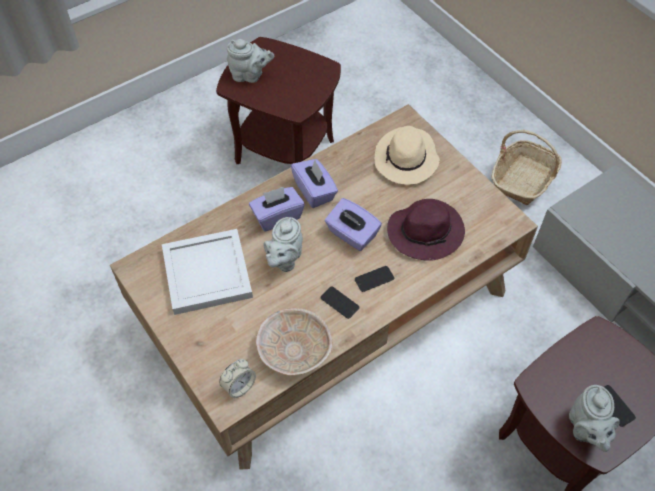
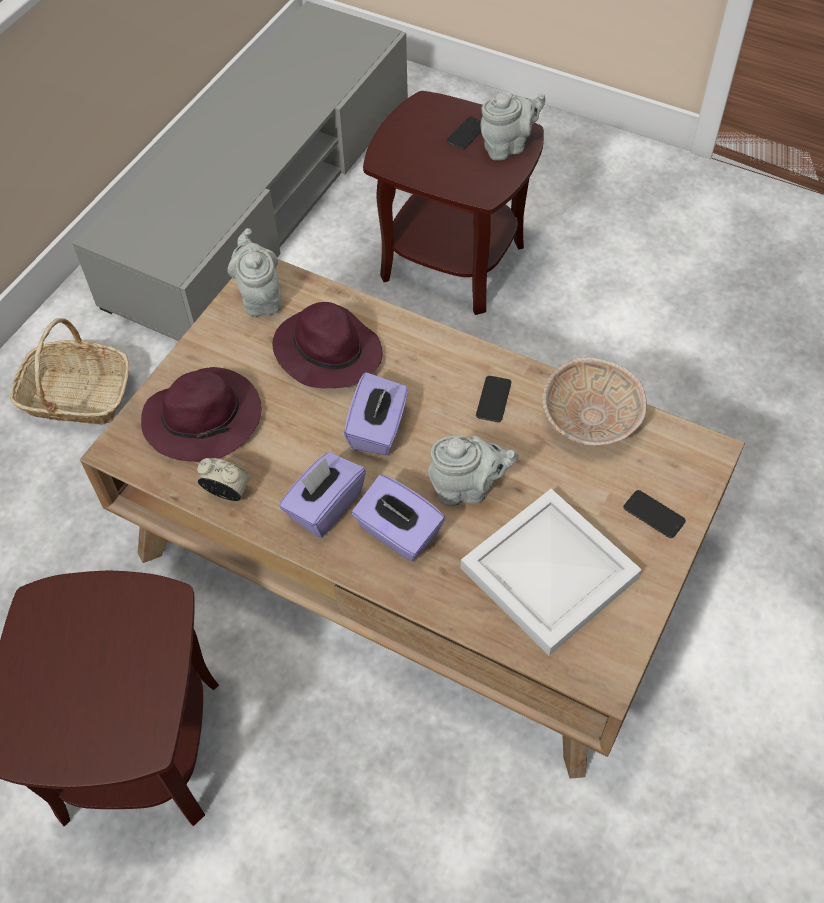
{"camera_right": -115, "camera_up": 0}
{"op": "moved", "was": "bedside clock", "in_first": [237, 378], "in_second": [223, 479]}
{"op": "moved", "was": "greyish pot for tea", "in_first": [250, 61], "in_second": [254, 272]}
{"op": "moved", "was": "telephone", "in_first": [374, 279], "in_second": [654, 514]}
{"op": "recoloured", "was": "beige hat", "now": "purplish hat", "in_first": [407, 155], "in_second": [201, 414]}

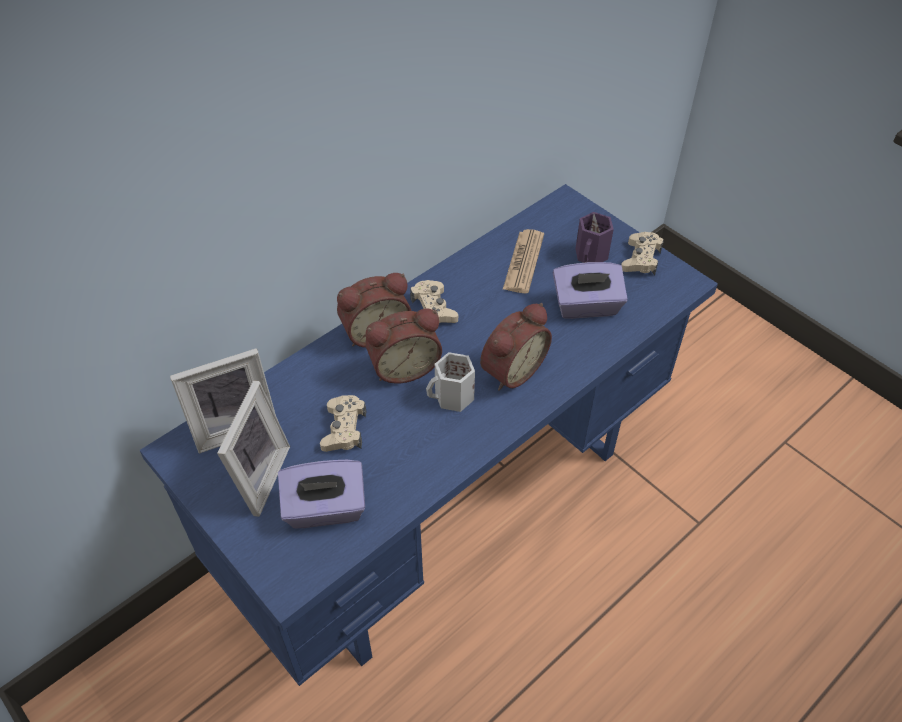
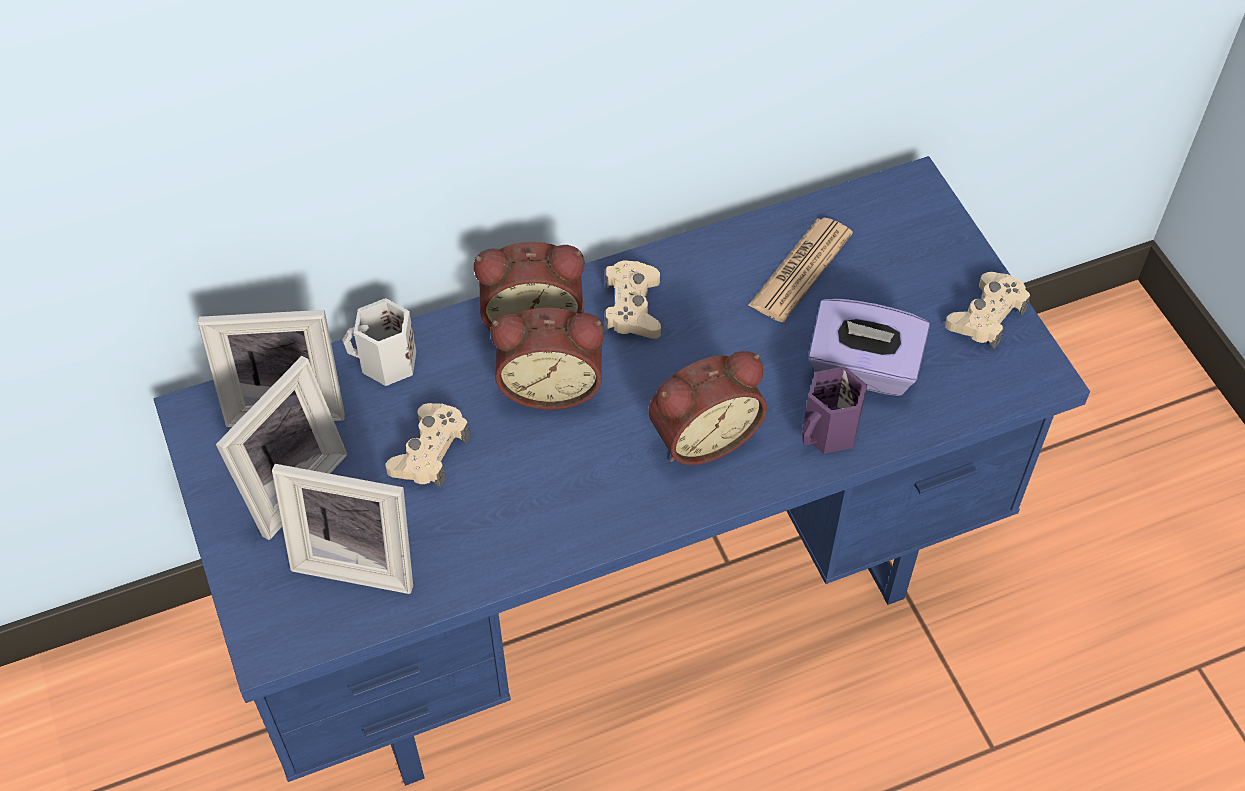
{"camera_right": 20, "camera_up": 5}
{"op": "moved", "was": "white tea mug", "in_first": [450, 382], "in_second": [379, 342]}
{"op": "moved", "was": "purplish tea mug", "in_first": [594, 237], "in_second": [834, 410]}
{"op": "replaced", "was": "purplish box of tissues", "now": "photo frame", "in_first": [321, 494], "in_second": [342, 529]}

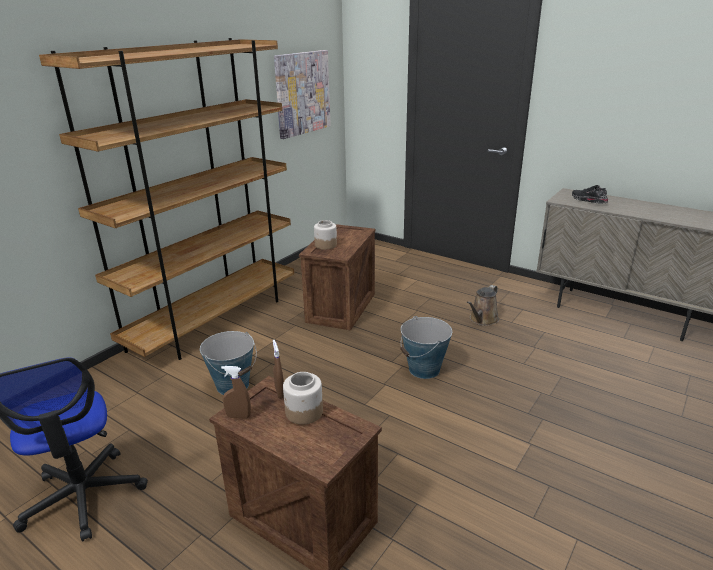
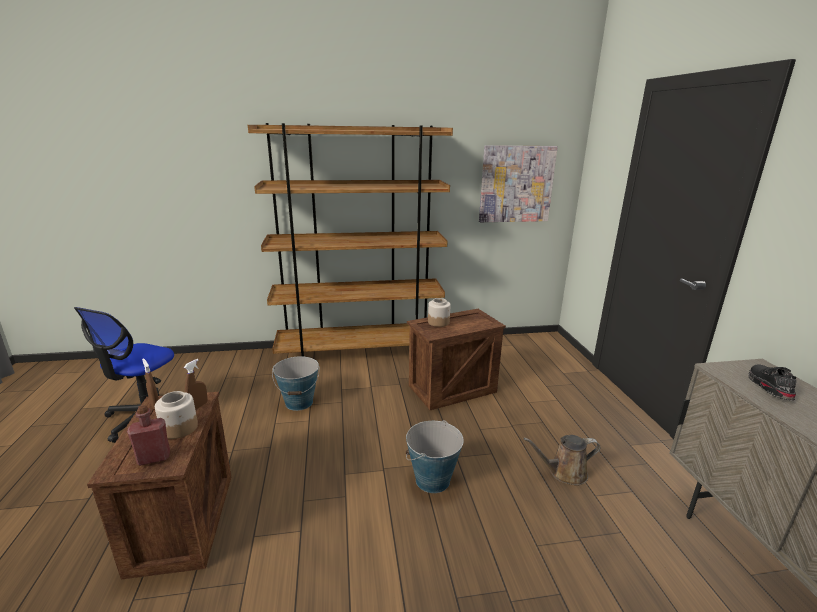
{"camera_right": 45, "camera_up": -5}
{"op": "added", "now": "reddish drink bottle", "in_second": [148, 435]}

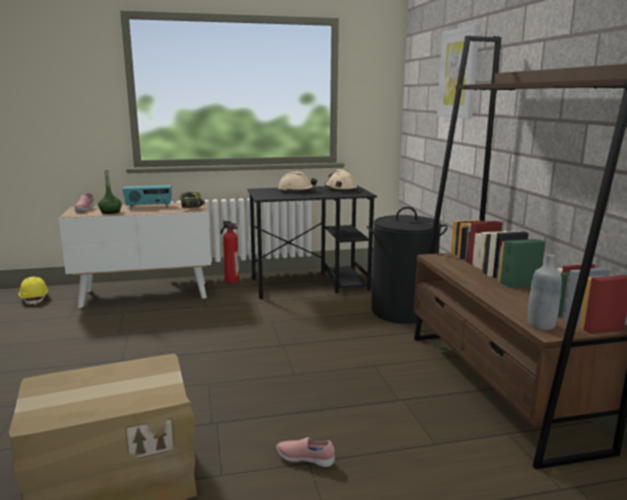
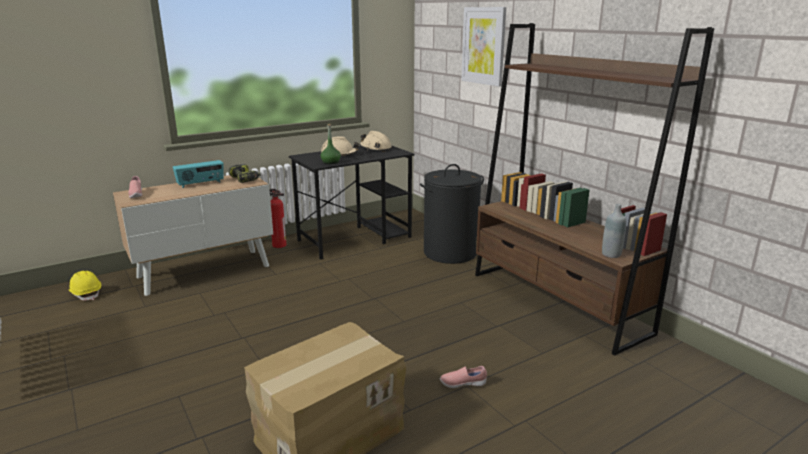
{"camera_right": -20, "camera_up": 5}
{"op": "moved", "was": "green drink bottle", "in_first": [110, 192], "in_second": [330, 144]}

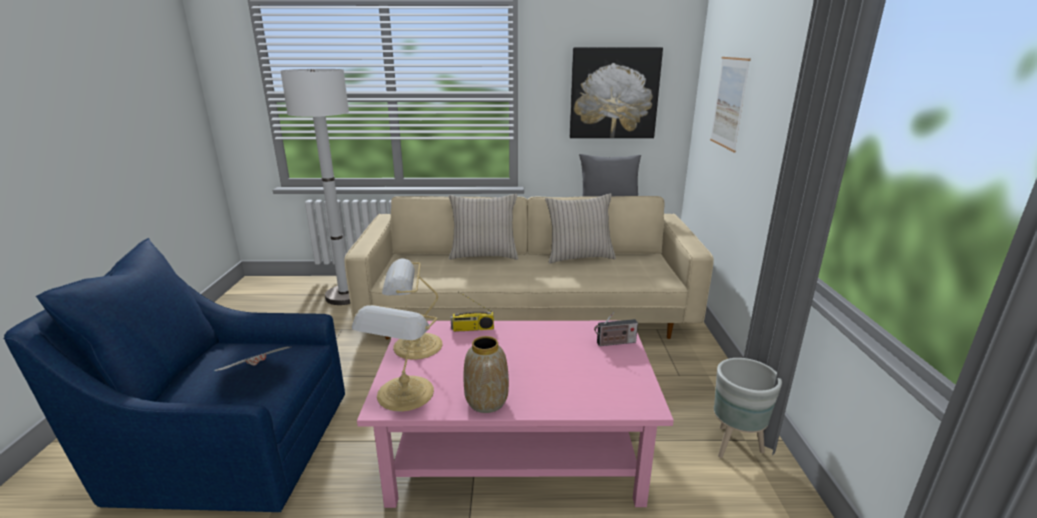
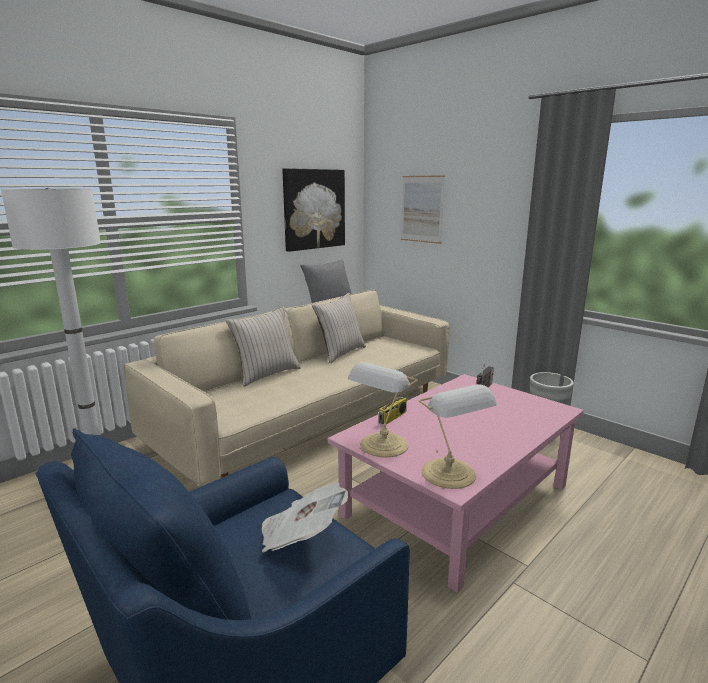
{"camera_right": -45, "camera_up": -5}
{"op": "removed", "was": "decorative vase", "in_first": [486, 374]}

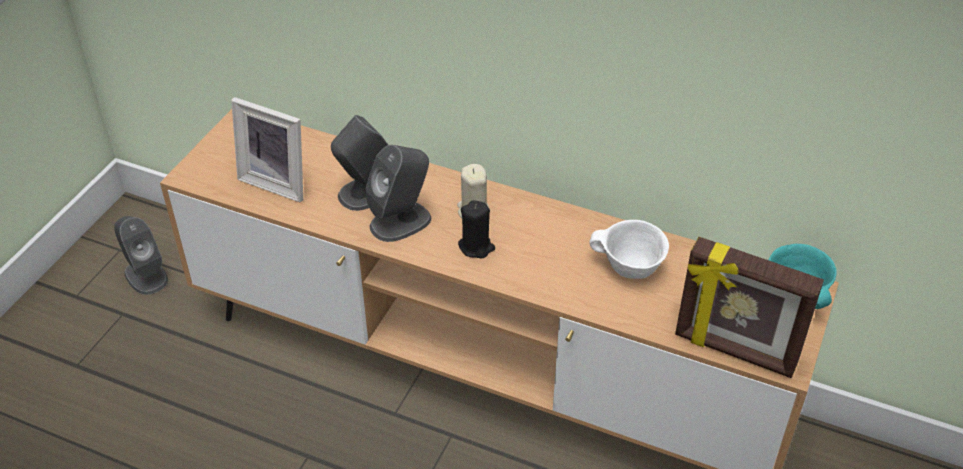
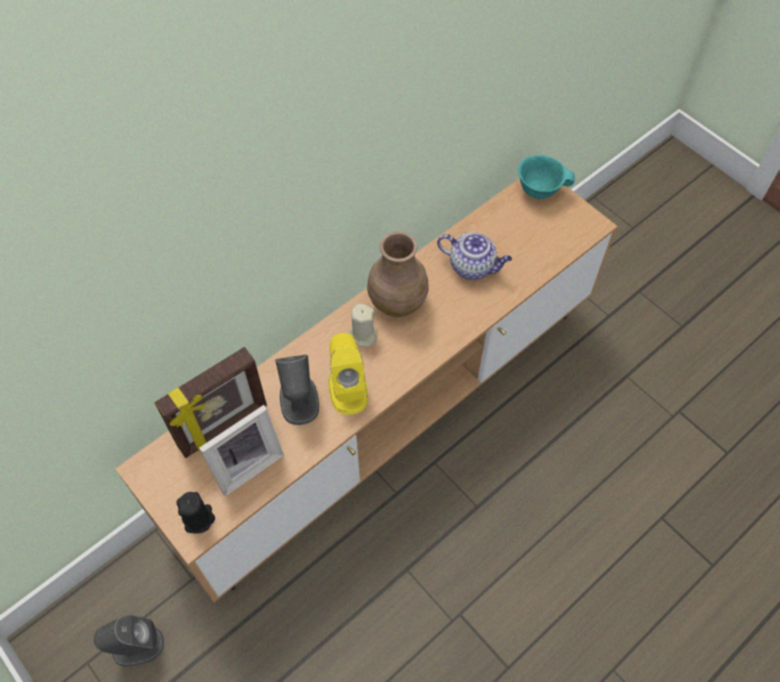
{"camera_right": -65, "camera_up": 15}
{"op": "added", "now": "brown-coloured decorative vase", "in_second": [398, 274]}
{"op": "moved", "was": "black-coloured wax candle", "in_first": [476, 229], "in_second": [195, 512]}
{"op": "moved", "was": "photo frame", "in_first": [749, 307], "in_second": [211, 402]}
{"op": "replaced", "was": "white deep dish", "now": "pot for tea", "in_first": [629, 249], "in_second": [474, 256]}
{"op": "recoloured", "was": "greyish speaker", "now": "yellowish speaker", "in_first": [398, 193], "in_second": [348, 374]}

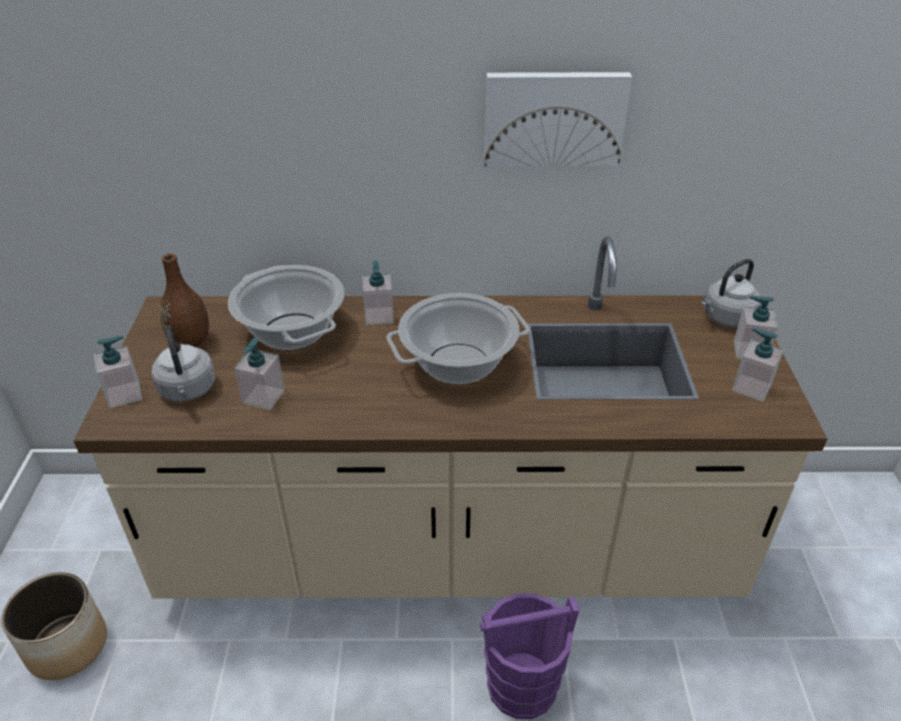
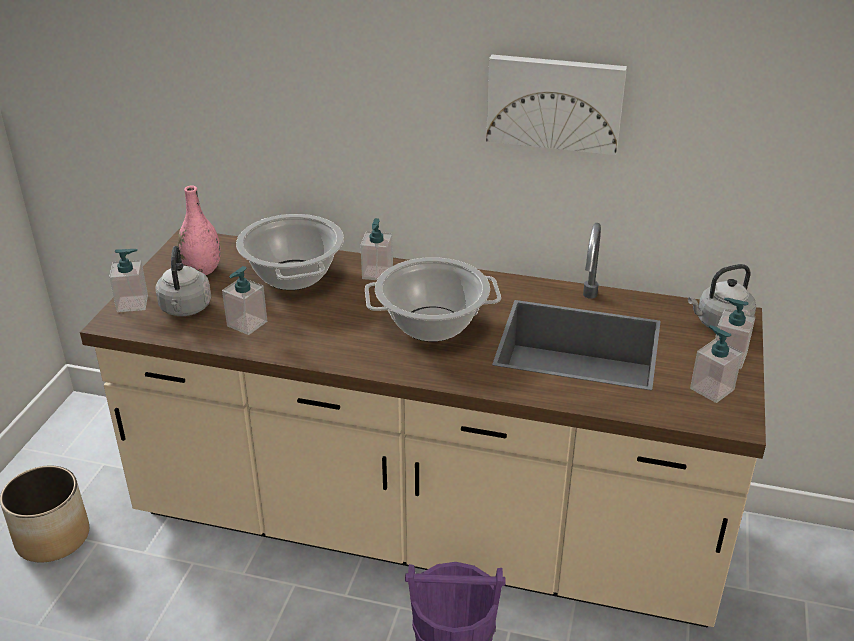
{"camera_right": 15, "camera_up": -5}
{"op": "recoloured", "was": "brown-coloured decorative vase", "now": "pink-coloured decorative vase", "in_first": [184, 300], "in_second": [199, 230]}

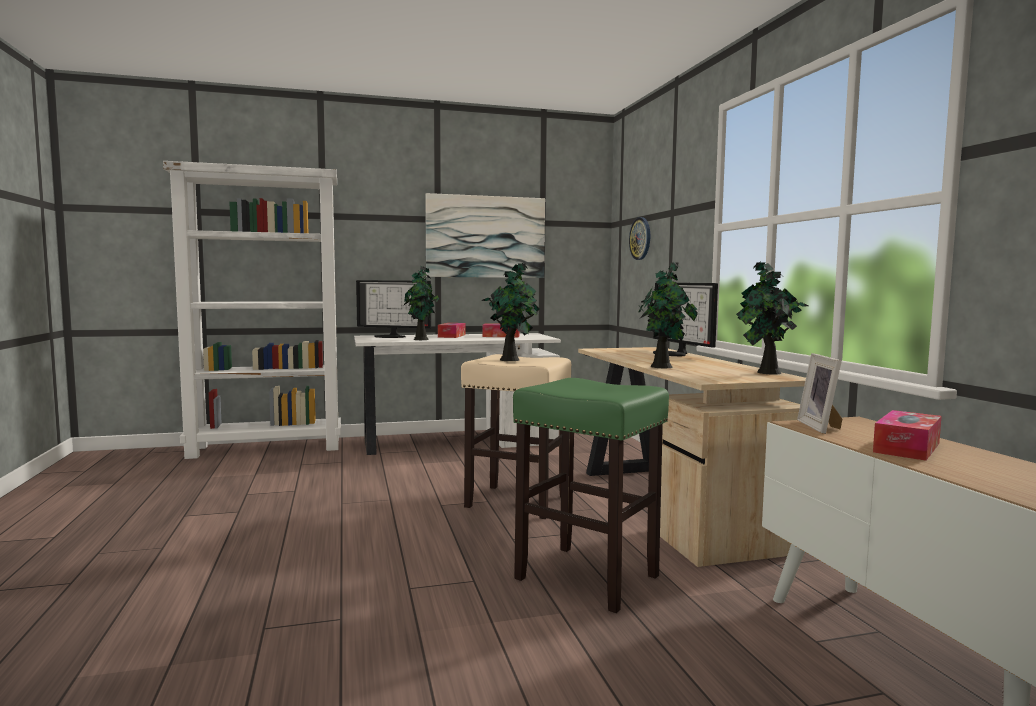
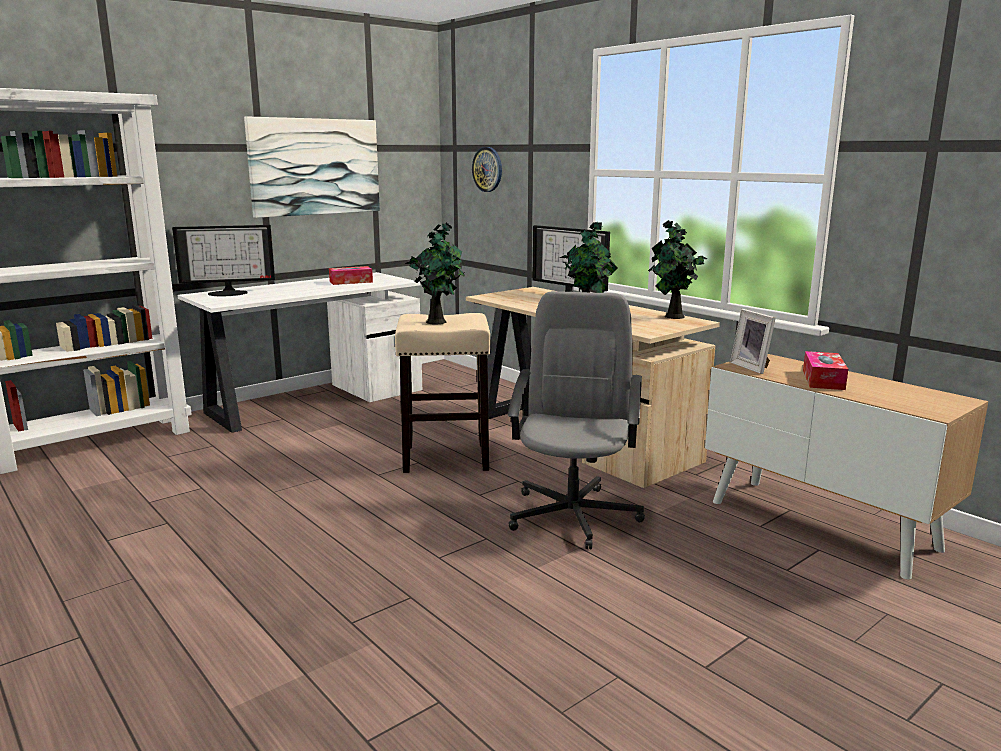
{"camera_right": -25, "camera_up": 10}
{"op": "removed", "was": "plant in a pot", "in_first": [421, 303]}
{"op": "removed", "was": "box of tissues", "in_first": [452, 330]}
{"op": "replaced", "was": "green sitting stool", "now": "greyish desk chair", "in_first": [591, 495], "in_second": [576, 420]}

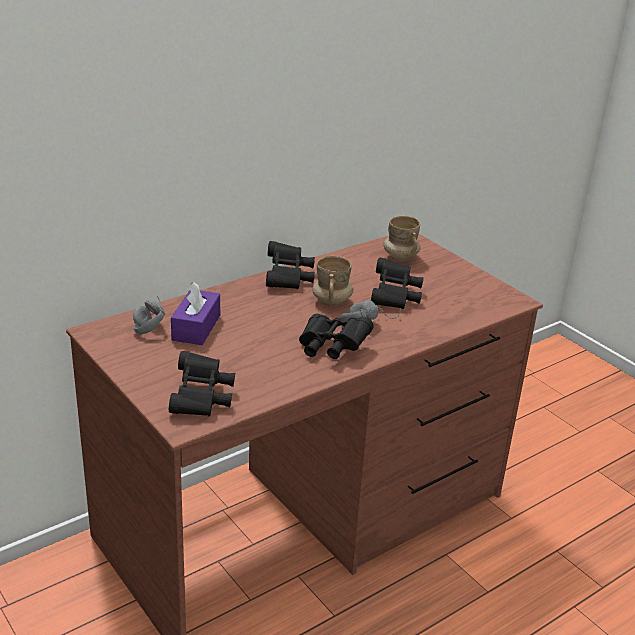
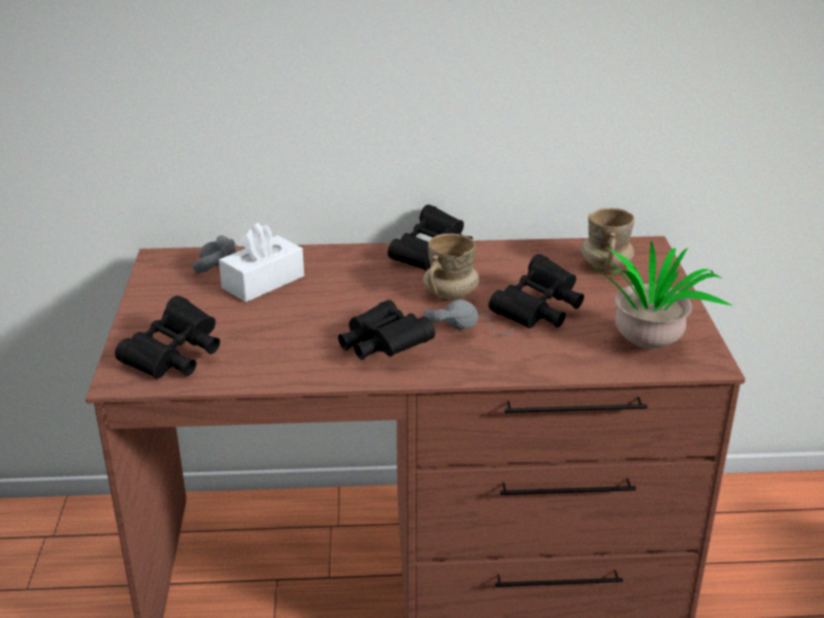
{"camera_right": 35, "camera_up": 0}
{"op": "added", "now": "plant in a pot", "in_second": [657, 295]}
{"op": "recoloured", "was": "purplish box of tissues", "now": "white box of tissues", "in_first": [195, 313], "in_second": [261, 262]}

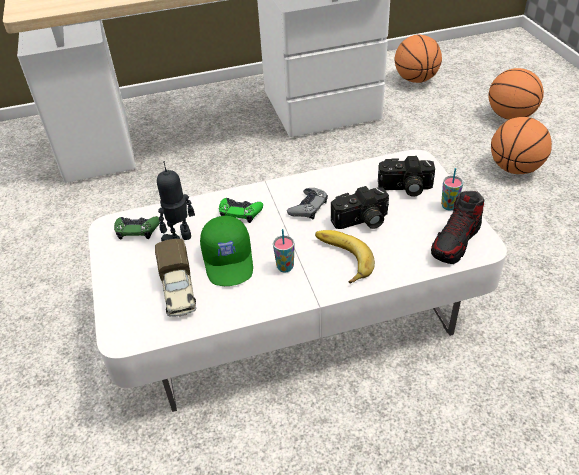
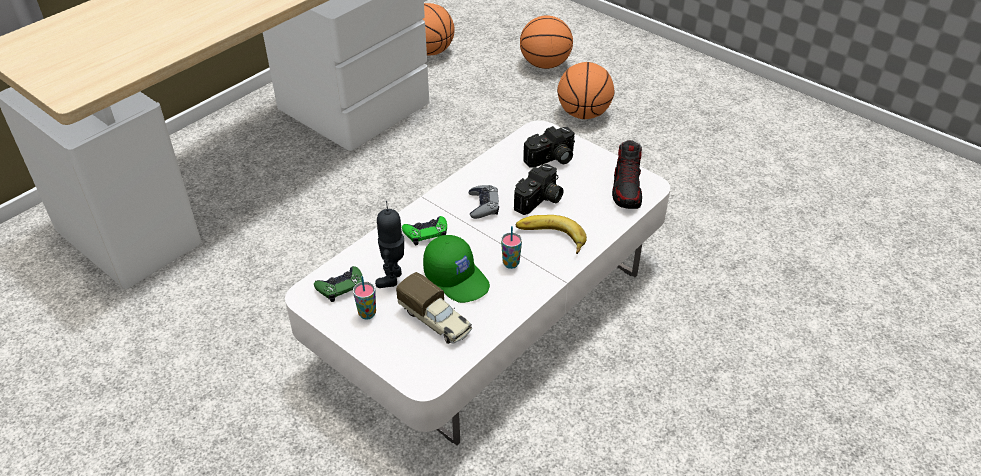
{"camera_right": -35, "camera_up": 0}
{"op": "moved", "was": "drinking cup", "in_first": [452, 189], "in_second": [364, 298]}

